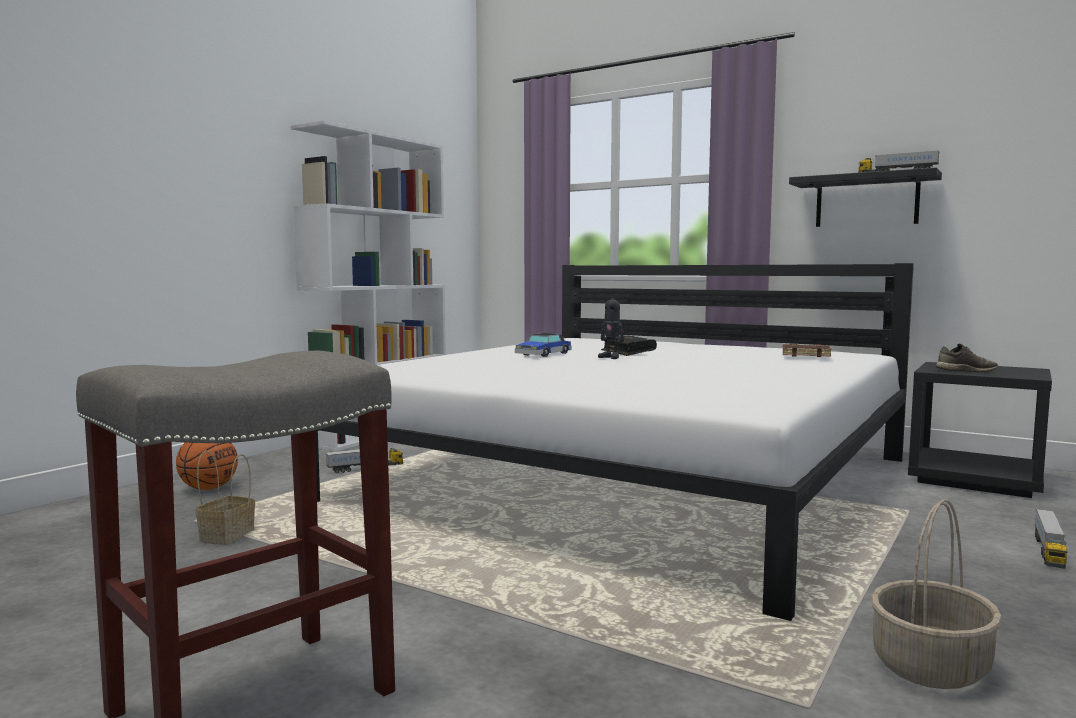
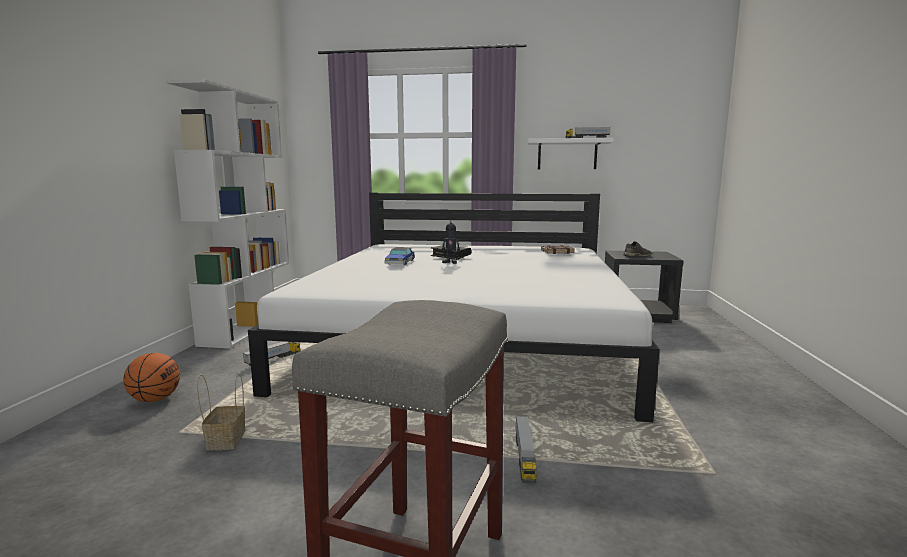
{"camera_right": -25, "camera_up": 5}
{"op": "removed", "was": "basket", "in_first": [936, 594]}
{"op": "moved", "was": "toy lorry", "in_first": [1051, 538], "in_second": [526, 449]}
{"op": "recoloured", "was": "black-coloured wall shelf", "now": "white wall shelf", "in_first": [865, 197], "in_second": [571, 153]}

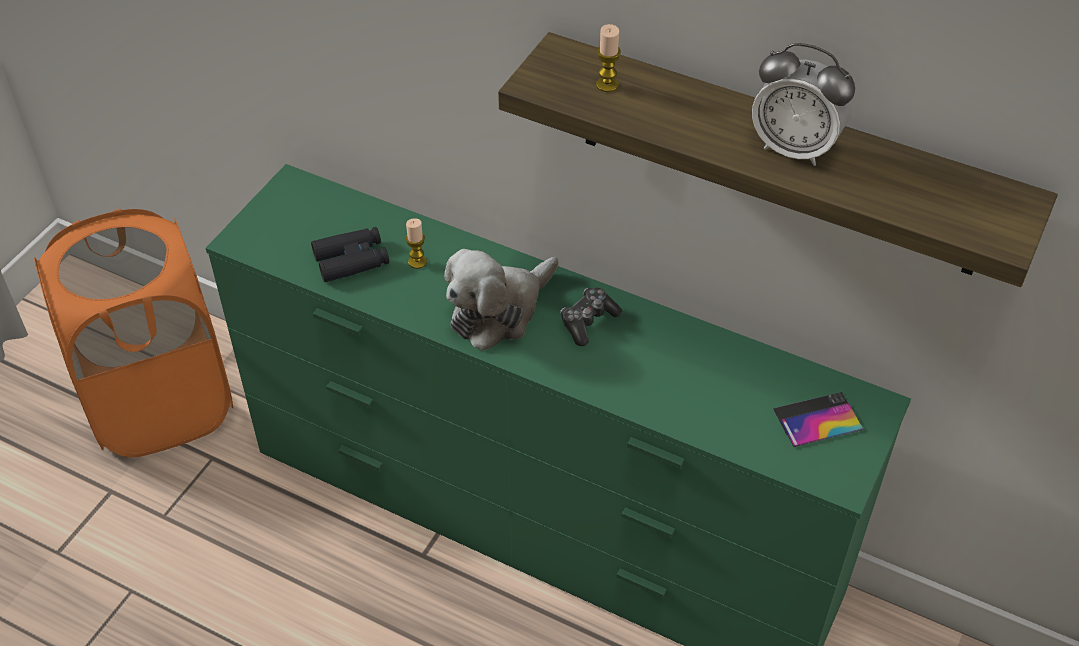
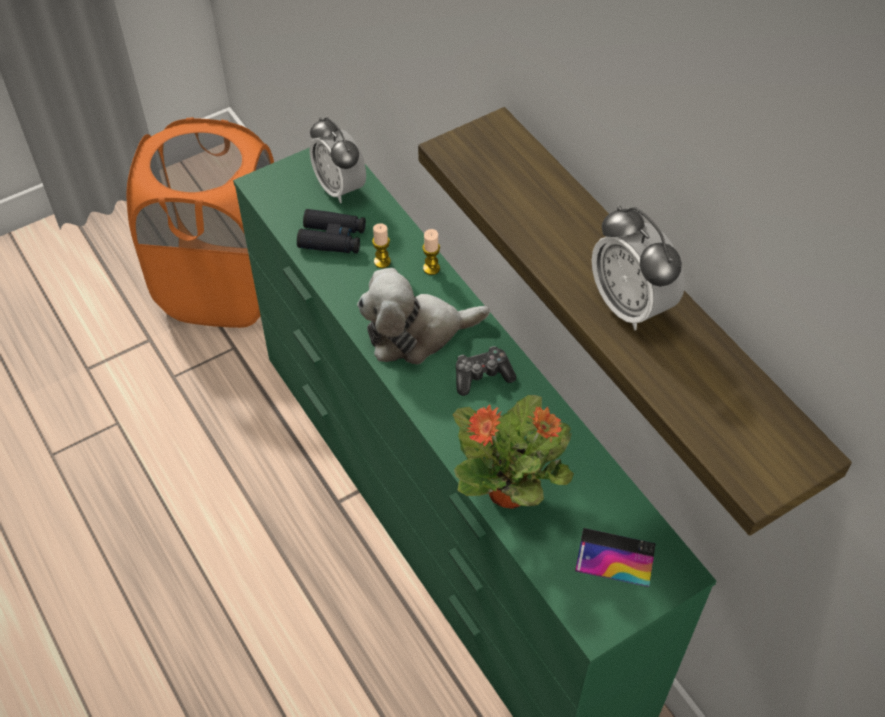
{"camera_right": 30, "camera_up": 5}
{"op": "added", "now": "bedside clock", "in_second": [337, 160]}
{"op": "added", "now": "plant in a pot", "in_second": [513, 452]}
{"op": "moved", "was": "wax candle", "in_first": [608, 58], "in_second": [431, 252]}

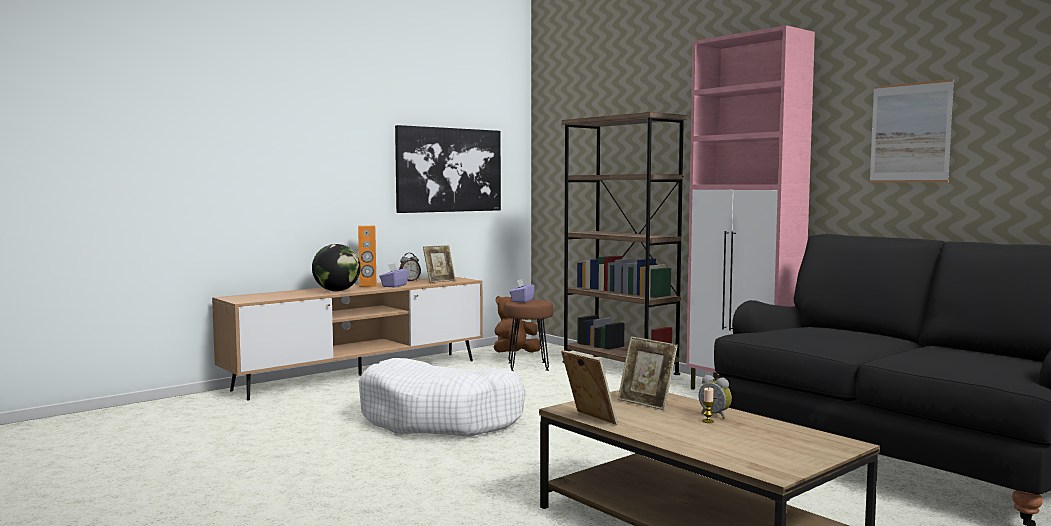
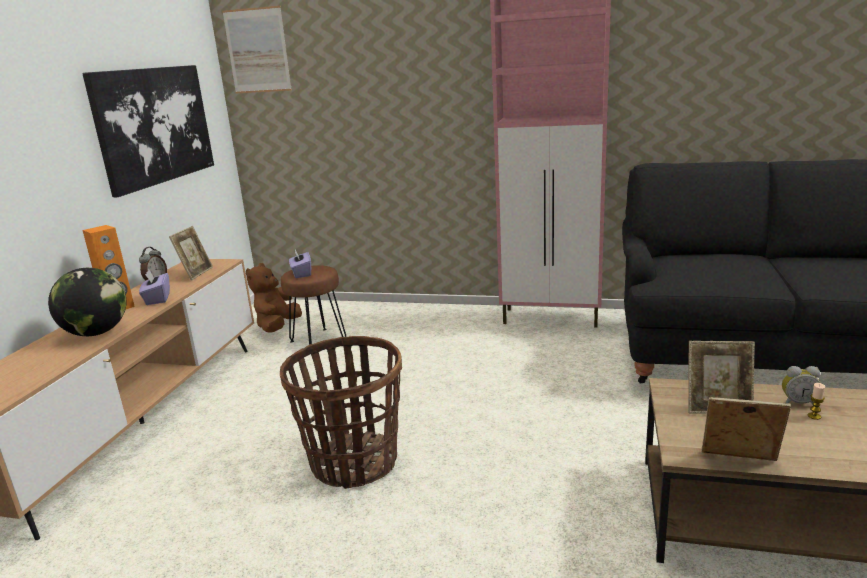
{"camera_right": -35, "camera_up": 15}
{"op": "removed", "was": "brown-coloured bookshelf", "in_first": [624, 243]}
{"op": "moved", "was": "picture", "in_first": [912, 130], "in_second": [257, 49]}
{"op": "replaced", "was": "white dog bed", "now": "basket", "in_first": [442, 397], "in_second": [341, 412]}

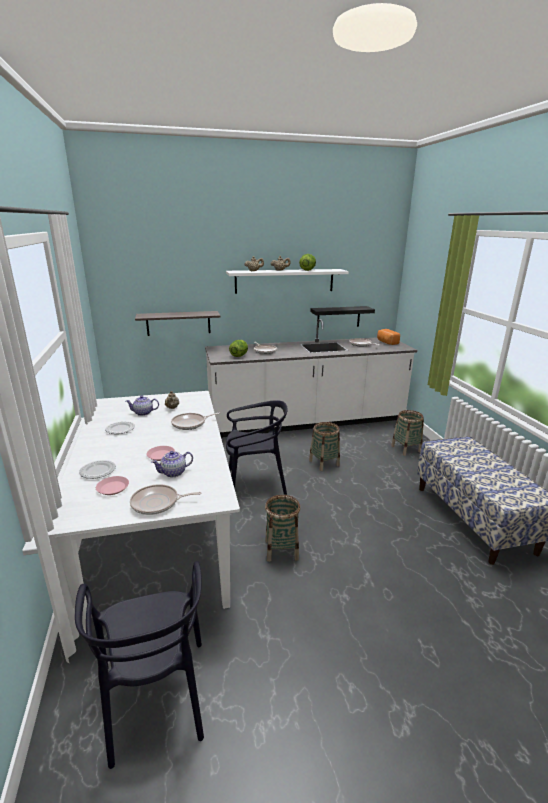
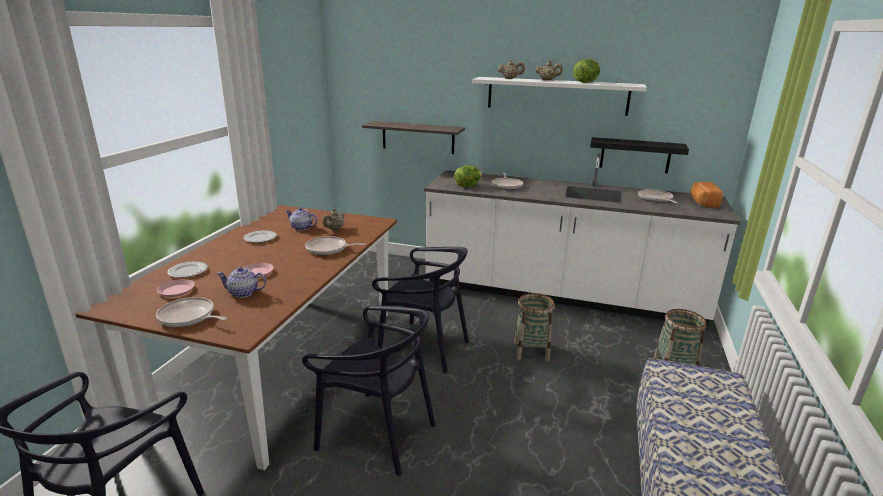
{"camera_right": 30, "camera_up": 0}
{"op": "replaced", "was": "basket", "now": "black-coloured chair", "in_first": [282, 528], "in_second": [369, 390]}
{"op": "recoloured", "was": "white dining table", "now": "brown-coloured dining table", "in_first": [144, 512], "in_second": [236, 337]}

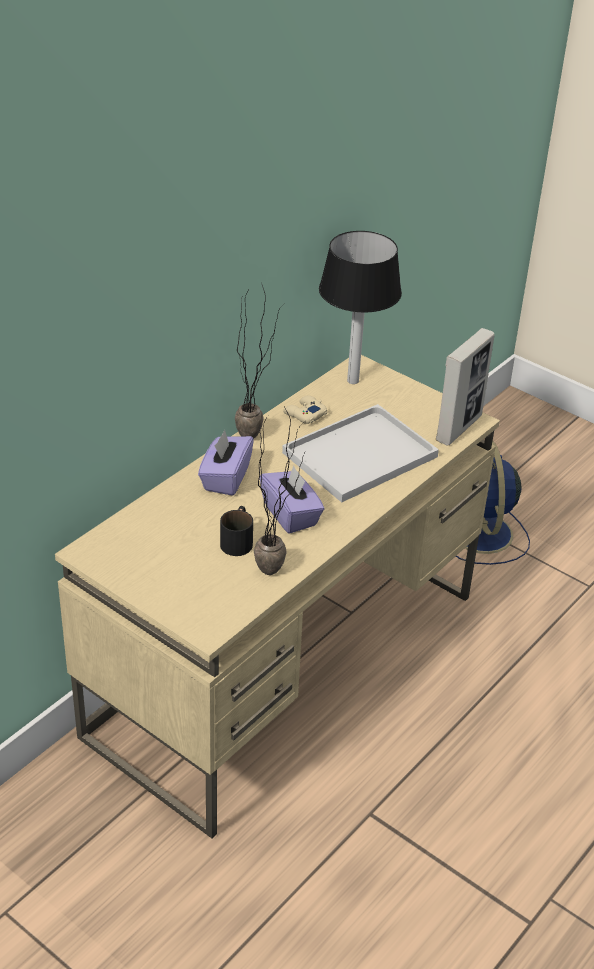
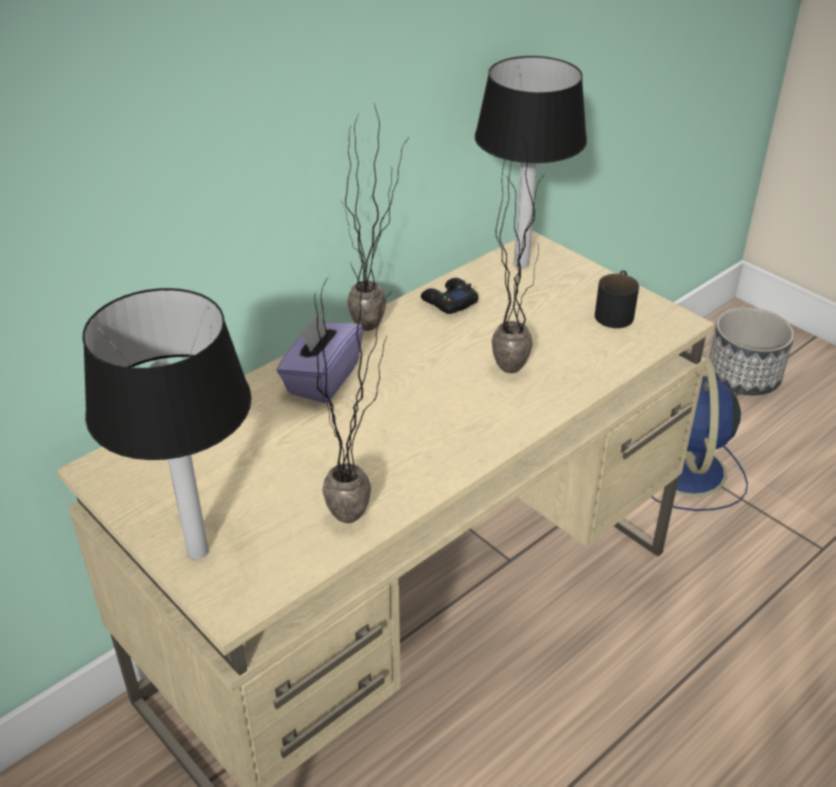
{"camera_right": 10, "camera_up": 0}
{"op": "removed", "was": "purplish box of tissues", "in_first": [292, 500]}
{"op": "removed", "was": "photo frame", "in_first": [465, 387]}
{"op": "added", "now": "table lamp", "in_second": [167, 423]}
{"op": "added", "now": "plant pot", "in_second": [751, 351]}
{"op": "moved", "was": "black-coloured tea mug", "in_first": [236, 531], "in_second": [617, 299]}
{"op": "replaced", "was": "white serving tray", "now": "plant in a pot", "in_first": [360, 453], "in_second": [519, 253]}
{"op": "recoloured", "was": "beige game controller", "now": "black-coloured game controller", "in_first": [305, 409], "in_second": [449, 296]}

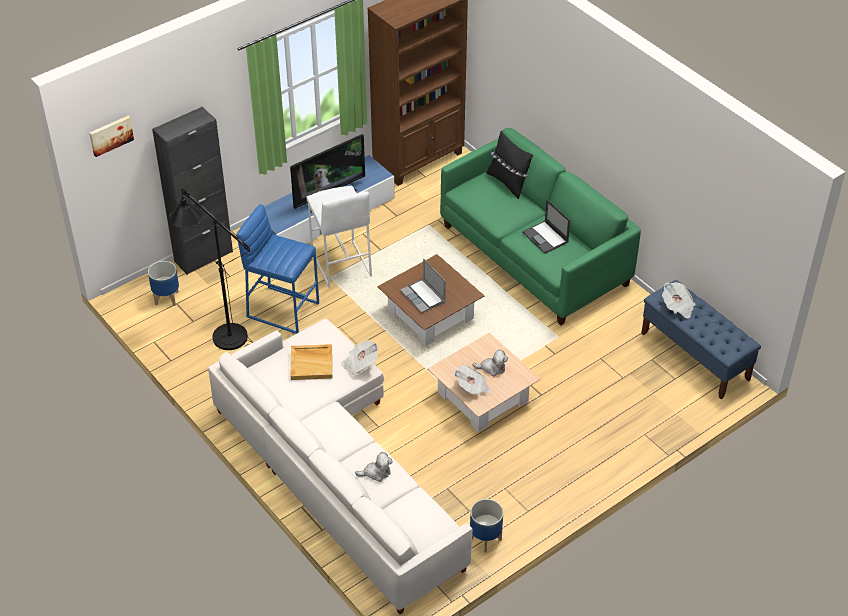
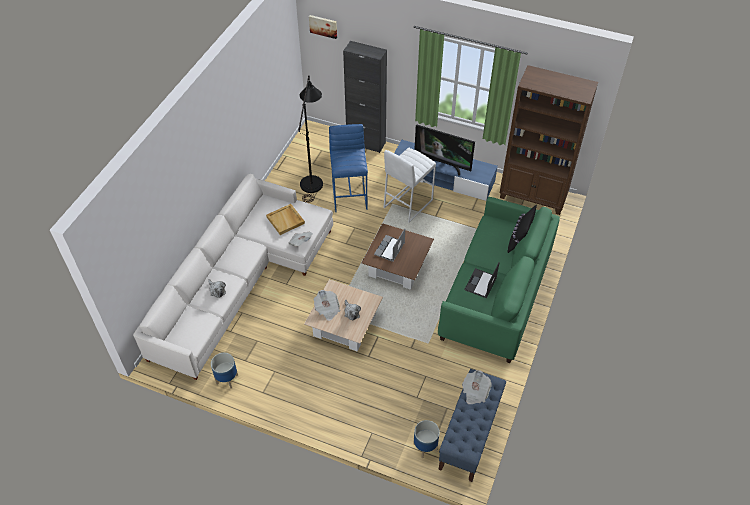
{"camera_right": 60, "camera_up": 5}
{"op": "moved", "was": "plant pot", "in_first": [163, 283], "in_second": [426, 439]}

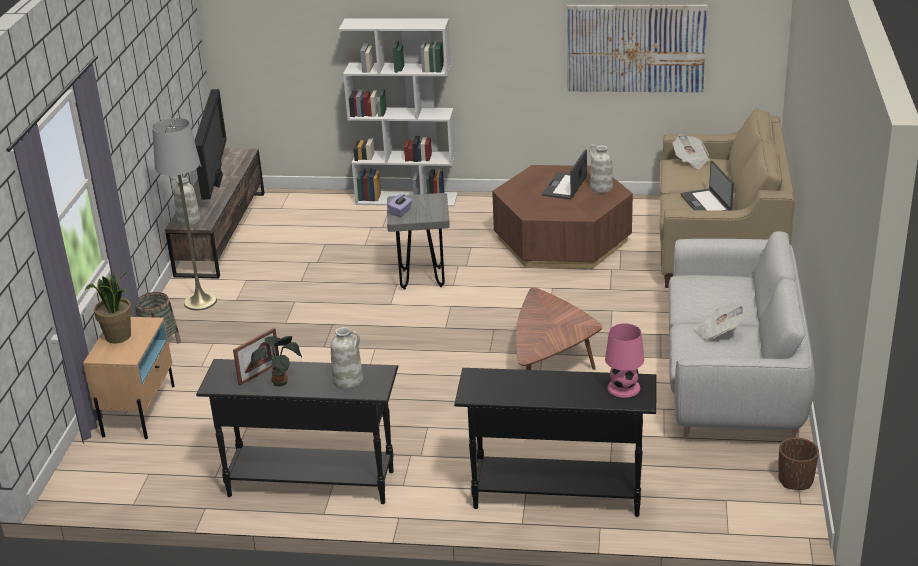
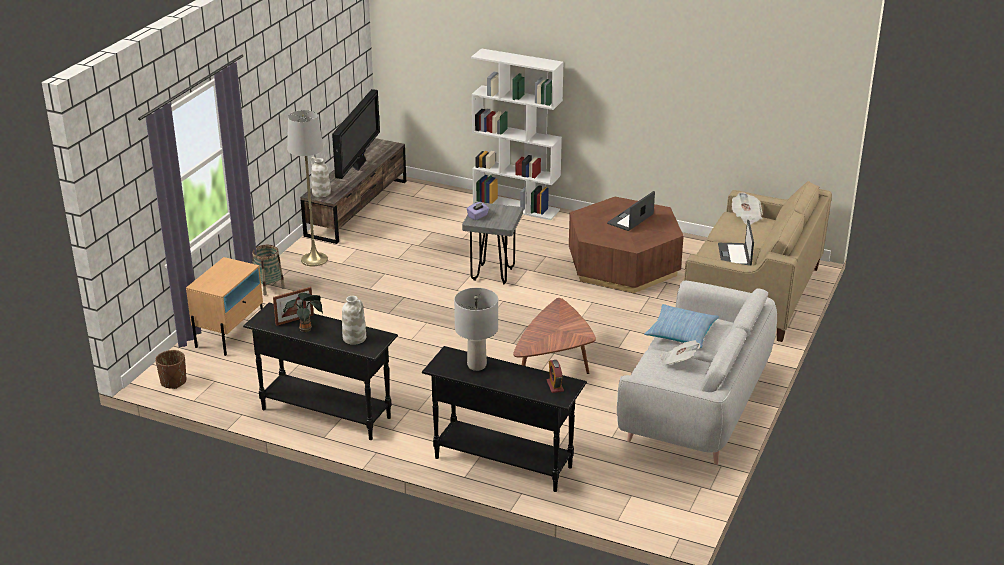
{"camera_right": 15, "camera_up": 0}
{"op": "removed", "was": "plant in a pot", "in_first": [108, 307]}
{"op": "removed", "was": "picture", "in_first": [637, 49]}
{"op": "removed", "was": "white decorative vase", "in_first": [601, 168]}
{"op": "added", "now": "greyish table lamp", "in_second": [476, 329]}
{"op": "added", "now": "throw pillow", "in_second": [681, 326]}
{"op": "moved", "was": "brown-coloured plant pot", "in_first": [798, 464], "in_second": [170, 369]}
{"op": "replaced", "was": "pink-coloured table lamp", "now": "bedside clock", "in_first": [624, 361], "in_second": [555, 376]}

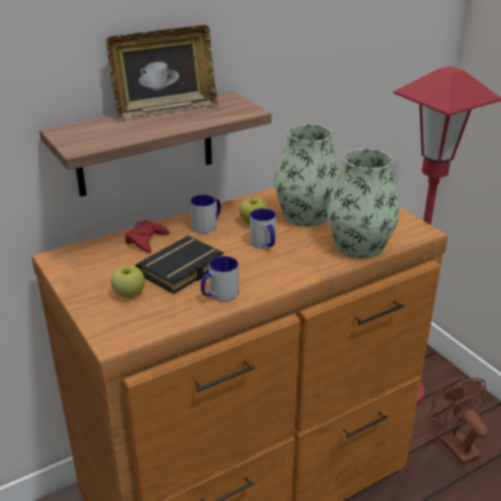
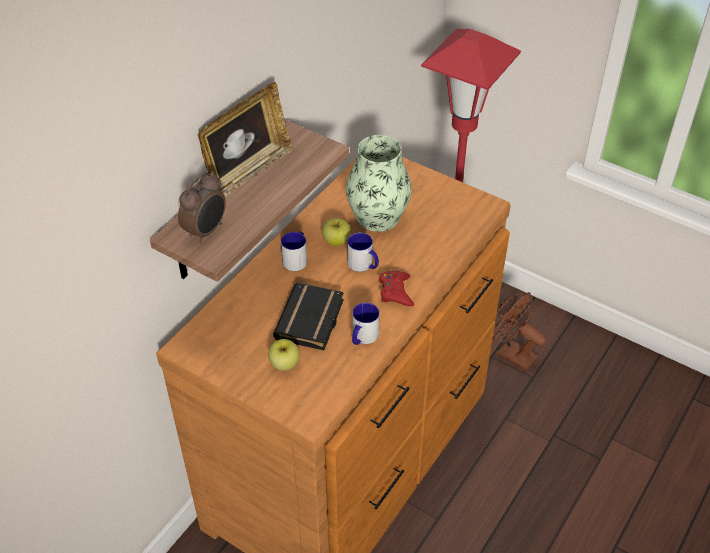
{"camera_right": -25, "camera_up": 15}
{"op": "removed", "was": "decorative vase", "in_first": [363, 204]}
{"op": "added", "now": "bedside clock", "in_second": [202, 207]}
{"op": "moved", "was": "reddish game controller", "in_first": [147, 236], "in_second": [396, 288]}

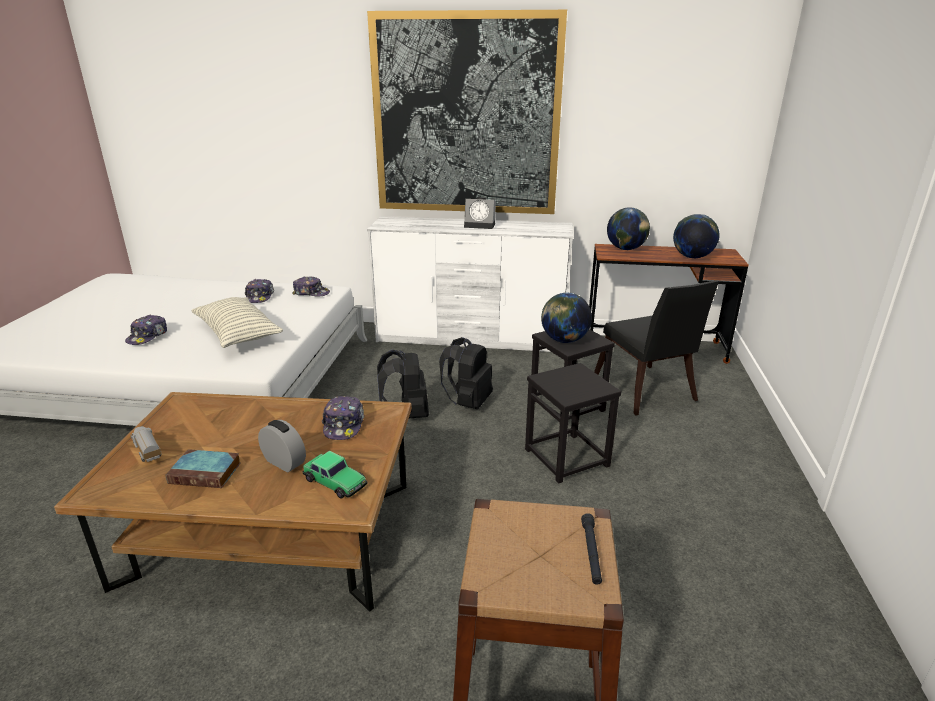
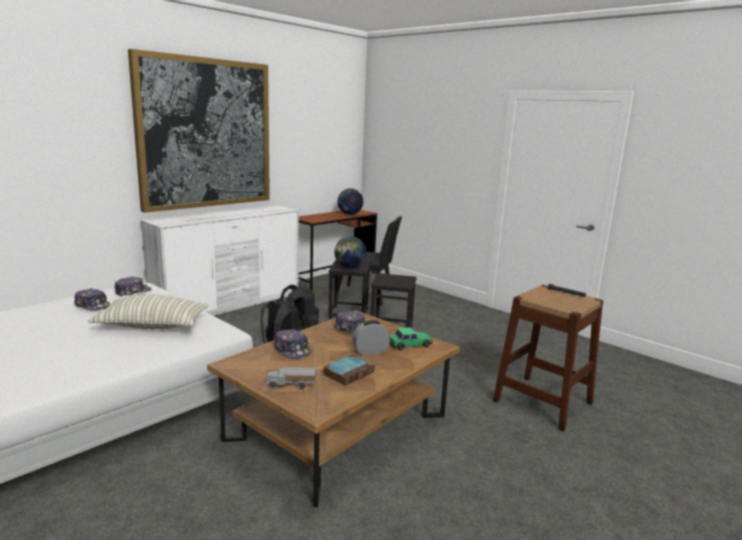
{"camera_right": -55, "camera_up": -10}
{"op": "removed", "was": "bedside clock", "in_first": [480, 213]}
{"op": "removed", "was": "globe", "in_first": [628, 228]}
{"op": "moved", "was": "peaked cap", "in_first": [146, 329], "in_second": [292, 344]}

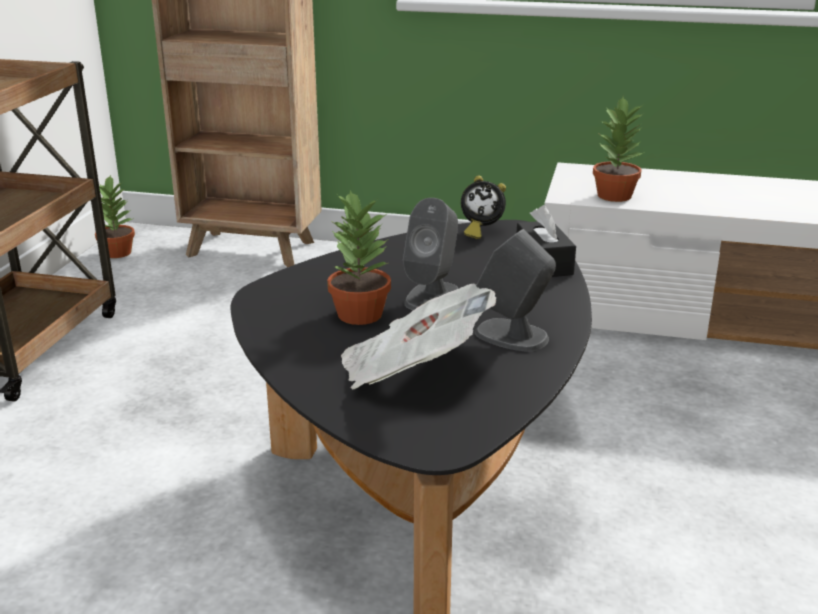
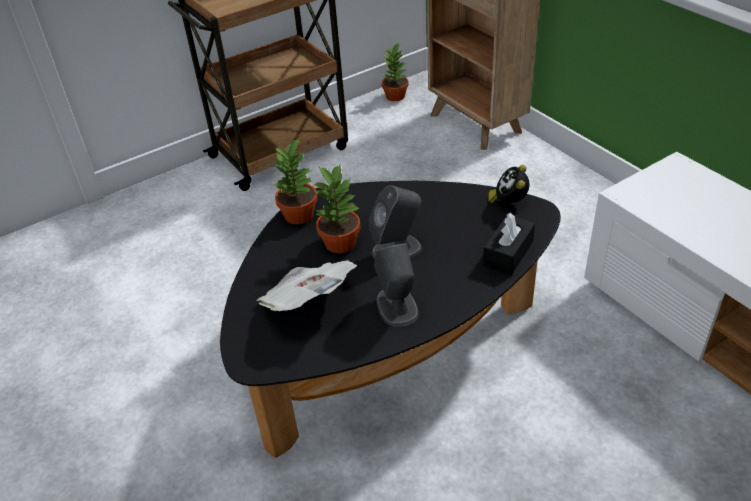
{"camera_right": 45, "camera_up": 15}
{"op": "moved", "was": "plant in a pot", "in_first": [619, 149], "in_second": [295, 181]}
{"op": "turned", "was": "bedside clock", "in_first": [483, 207], "in_second": [508, 184], "clockwise": 45}

